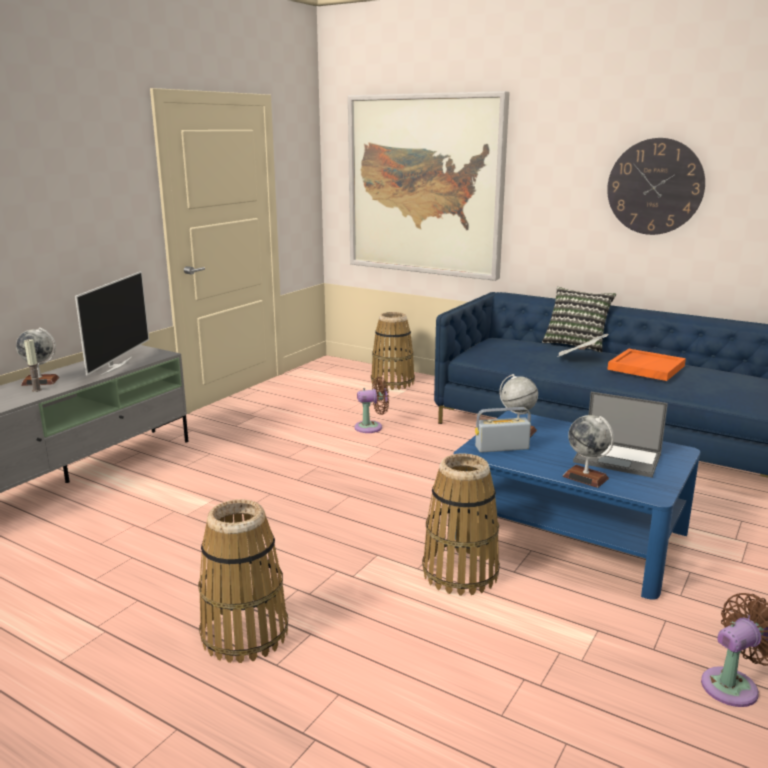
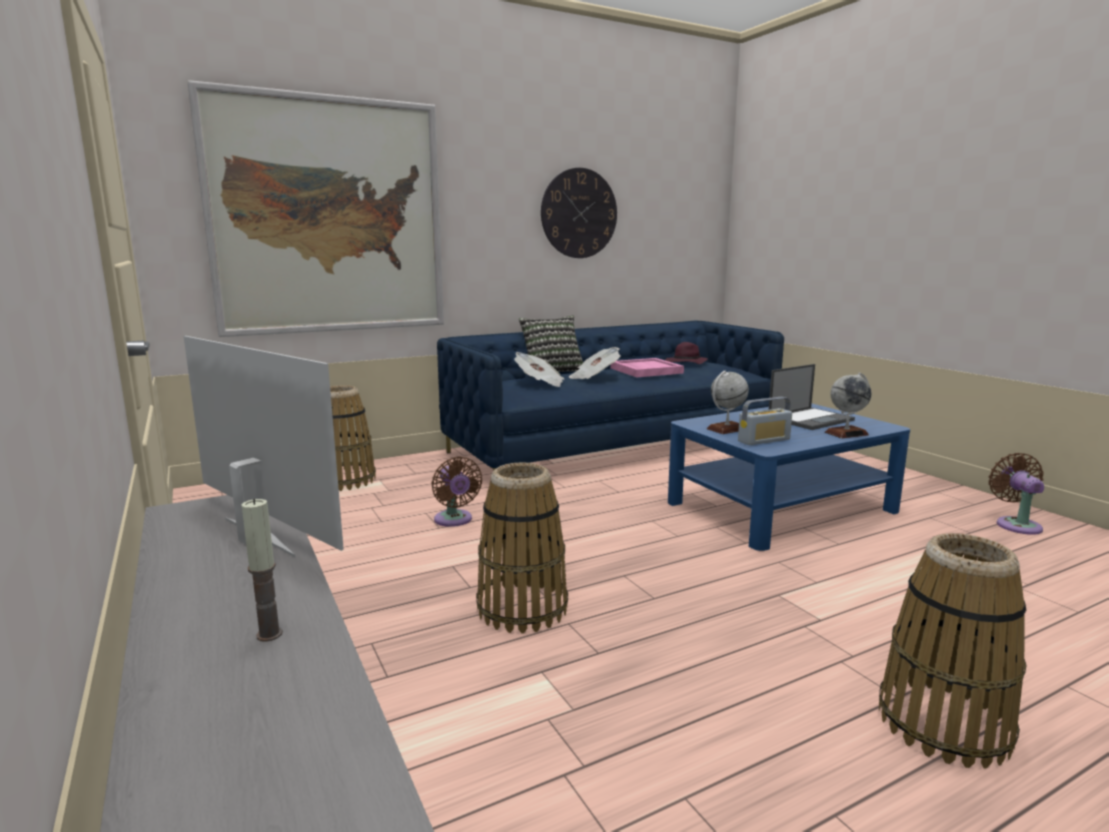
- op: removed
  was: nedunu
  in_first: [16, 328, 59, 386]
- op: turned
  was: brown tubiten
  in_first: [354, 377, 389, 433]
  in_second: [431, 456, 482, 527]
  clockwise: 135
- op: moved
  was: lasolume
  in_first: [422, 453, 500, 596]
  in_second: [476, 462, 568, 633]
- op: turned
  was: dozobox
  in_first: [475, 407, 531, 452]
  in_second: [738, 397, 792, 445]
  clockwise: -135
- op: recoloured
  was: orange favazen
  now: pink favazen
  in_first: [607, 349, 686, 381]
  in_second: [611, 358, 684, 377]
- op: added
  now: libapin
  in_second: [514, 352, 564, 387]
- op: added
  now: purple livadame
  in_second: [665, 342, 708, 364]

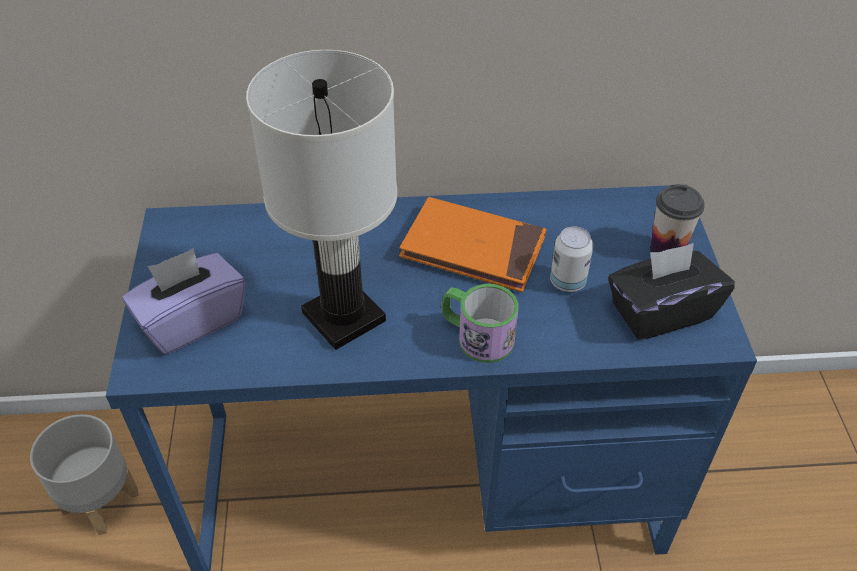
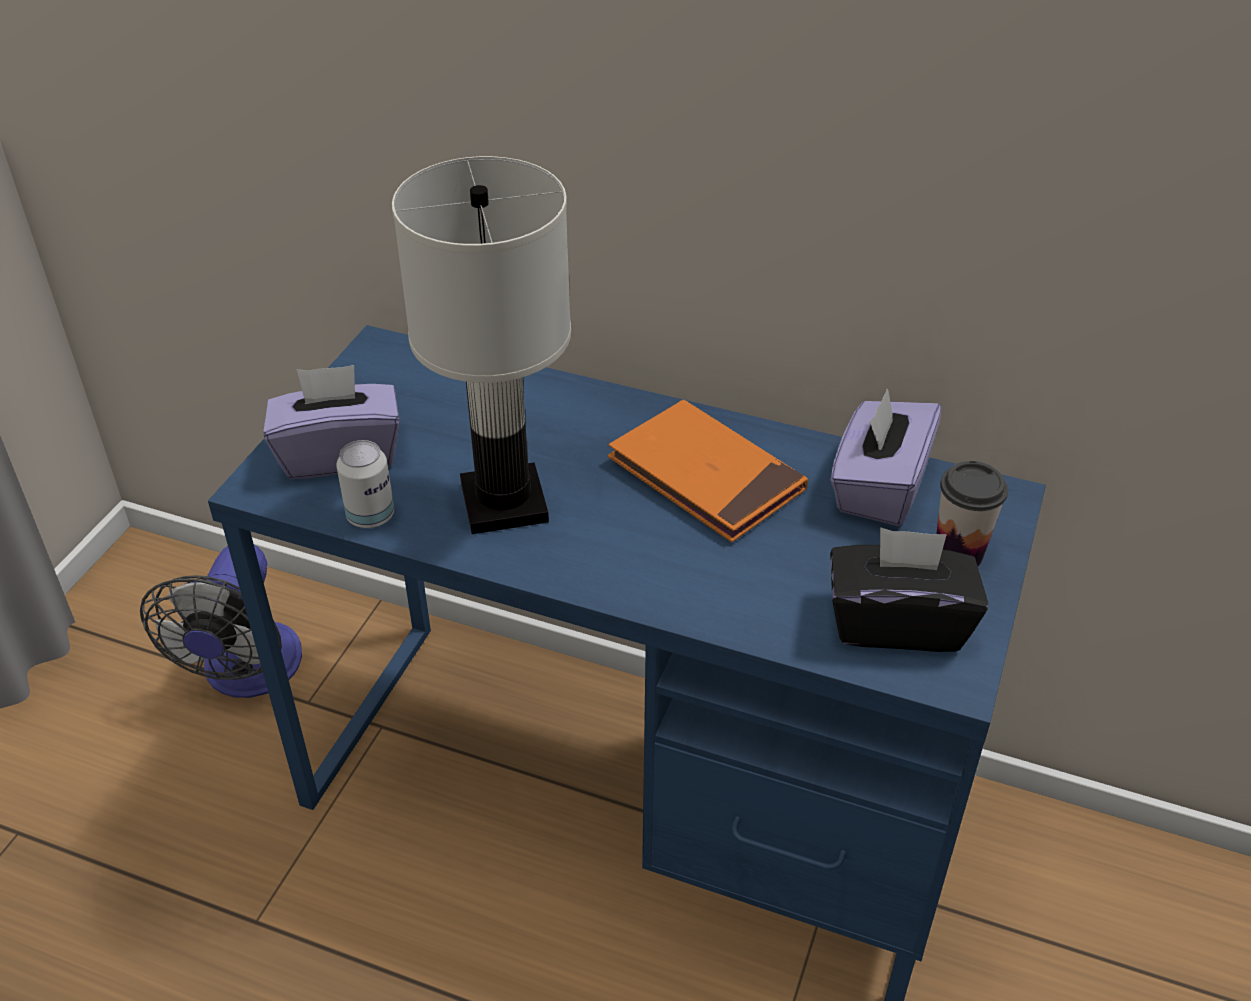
- op: replaced
  was: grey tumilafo
  now: tubiten
  in_first: [30, 414, 139, 535]
  in_second: [140, 545, 302, 698]
- op: removed
  was: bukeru
  in_first: [441, 284, 518, 363]
- op: moved
  was: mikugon
  in_first: [550, 226, 593, 292]
  in_second: [336, 440, 394, 528]
- op: added
  now: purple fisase
  in_second: [830, 388, 941, 526]

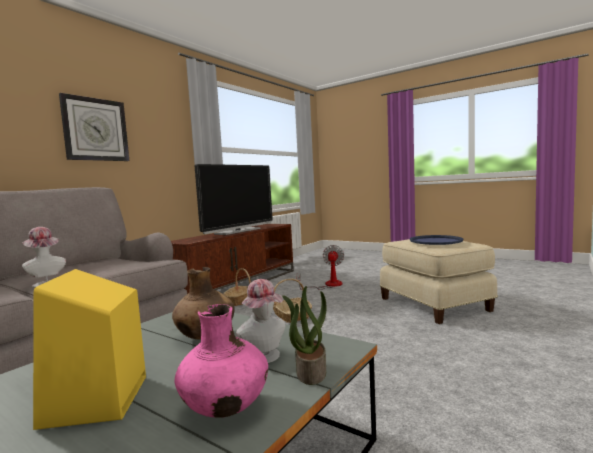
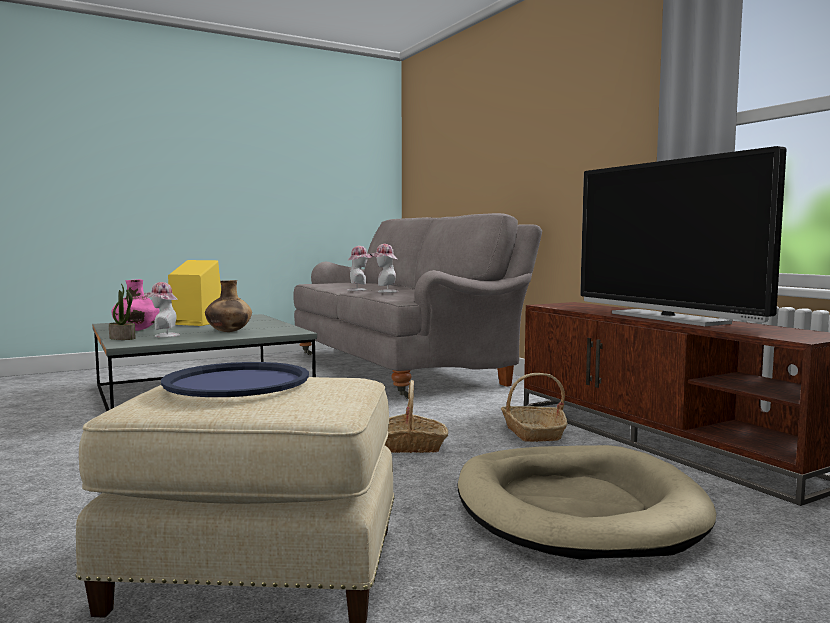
- op: removed
  was: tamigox
  in_first: [59, 93, 129, 161]
- op: replaced
  was: tubiten
  now: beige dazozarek
  in_first: [296, 245, 344, 290]
  in_second: [458, 445, 716, 560]
- op: added
  now: livadame
  in_second: [370, 244, 399, 293]

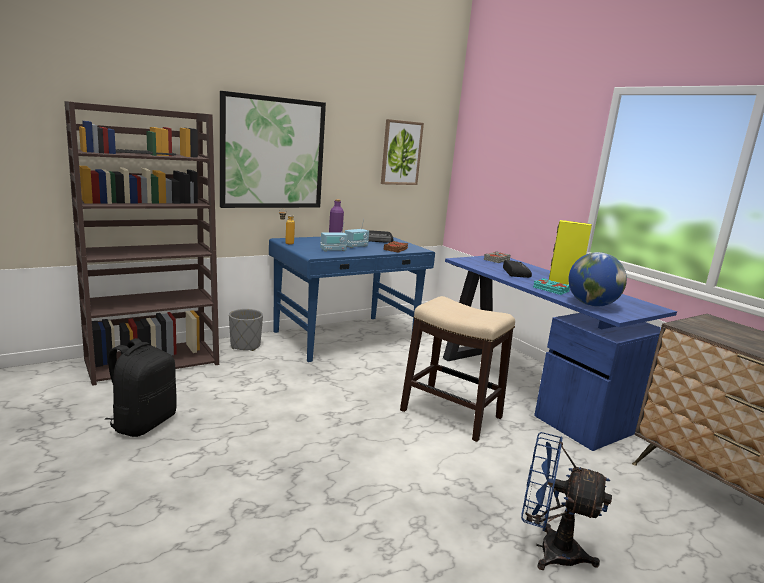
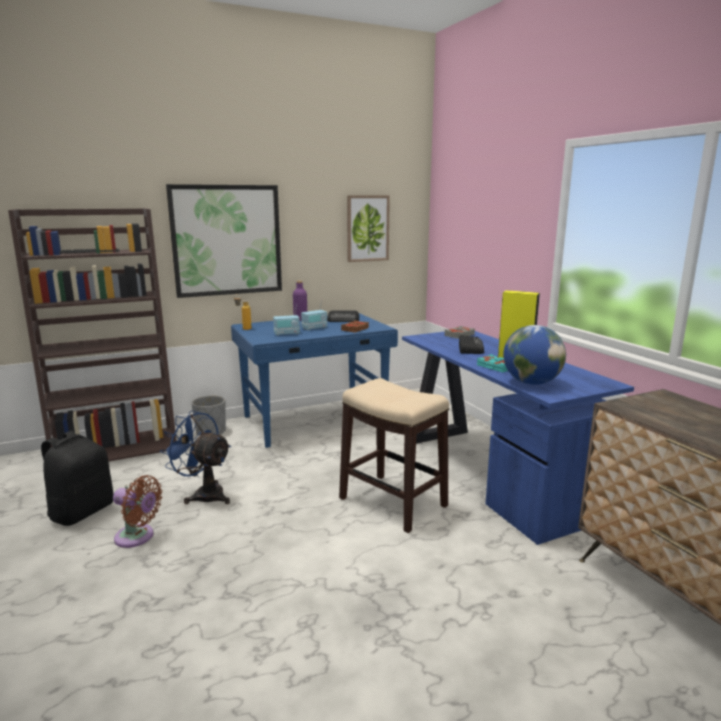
- op: moved
  was: blue tubiten
  in_first: [521, 432, 612, 570]
  in_second: [160, 410, 231, 504]
- op: added
  now: brown tubiten
  in_second: [113, 475, 162, 548]

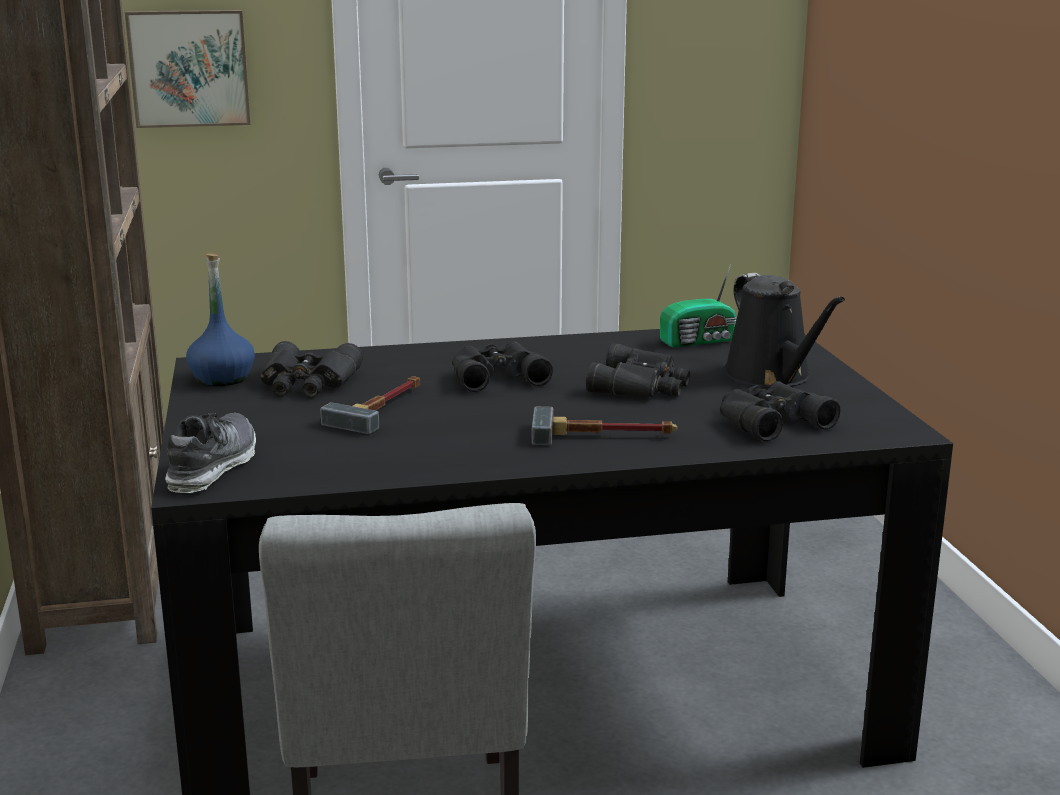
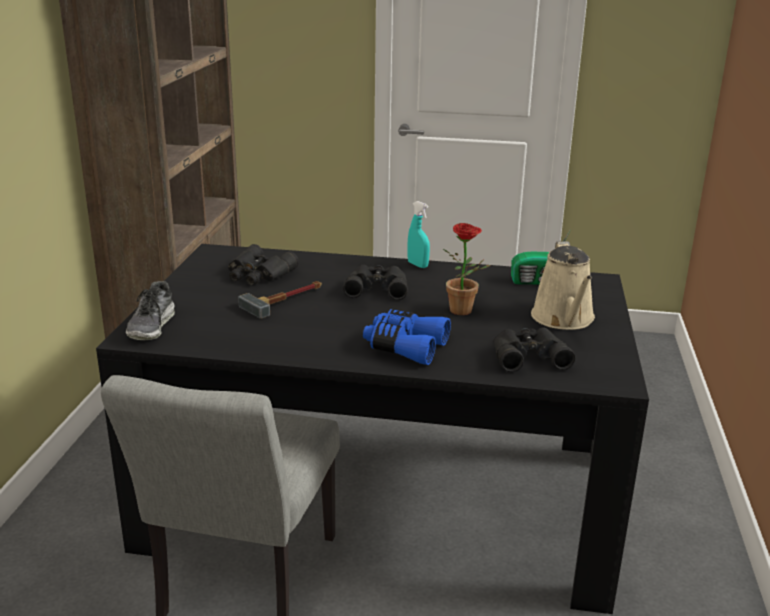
- op: removed
  was: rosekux
  in_first: [125, 10, 250, 128]
- op: turned
  was: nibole
  in_first: [165, 413, 256, 493]
  in_second: [126, 281, 175, 340]
  clockwise: 150
- op: removed
  was: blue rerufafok
  in_first: [186, 254, 255, 386]
- op: replaced
  was: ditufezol
  now: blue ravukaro
  in_first: [532, 407, 677, 445]
  in_second: [363, 309, 451, 365]
- op: replaced
  was: black ravukaro
  now: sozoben
  in_first: [586, 343, 690, 397]
  in_second: [443, 223, 490, 315]
- op: recoloured
  was: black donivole
  now: beige donivole
  in_first: [724, 273, 845, 388]
  in_second: [531, 241, 595, 330]
- op: added
  now: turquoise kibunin
  in_second: [407, 201, 430, 268]

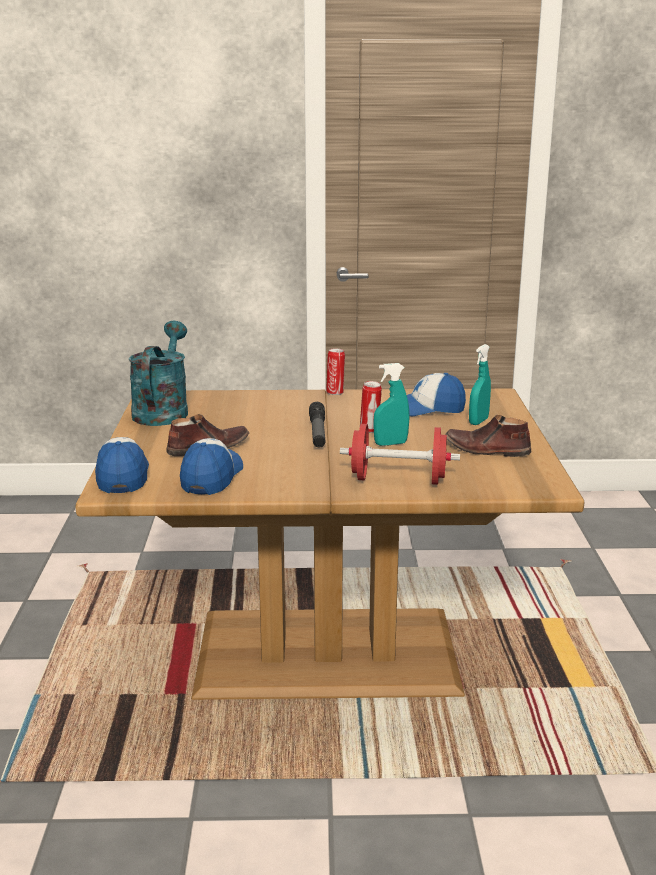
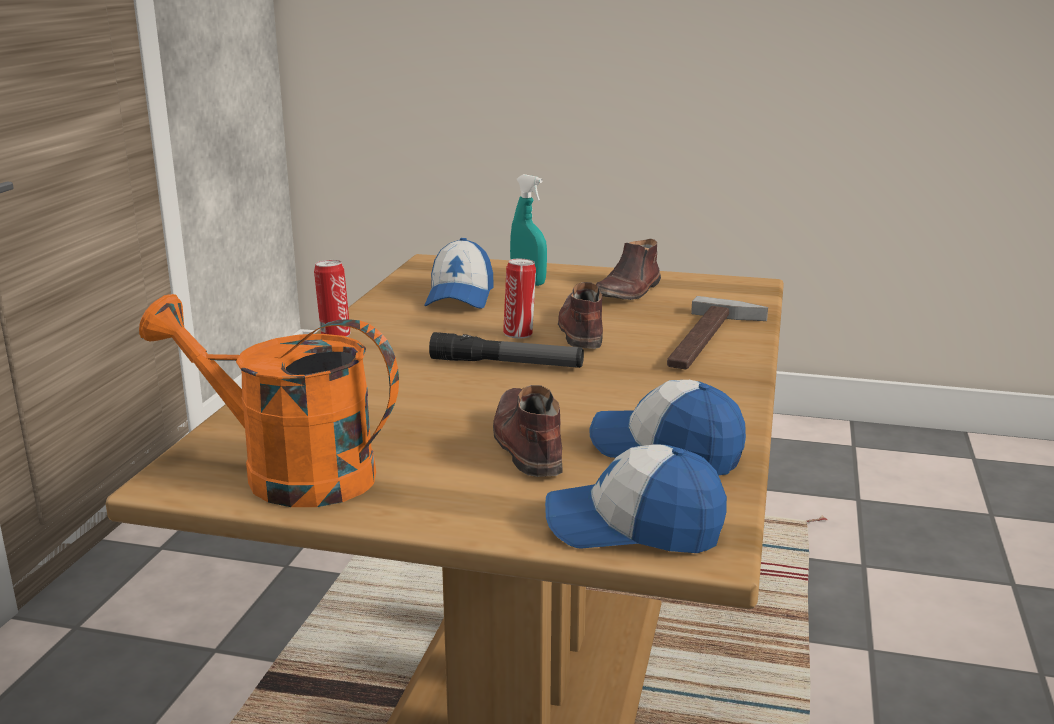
- op: recoloured
  was: turquoise donivole
  now: orange donivole
  in_first: [129, 321, 188, 426]
  in_second: [139, 294, 399, 507]
- op: replaced
  was: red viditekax
  now: ditufezol
  in_first: [340, 424, 460, 485]
  in_second: [667, 296, 768, 369]
- op: replaced
  was: turquoise kibunin
  now: brown nibole
  in_first: [373, 363, 409, 446]
  in_second: [558, 282, 603, 349]

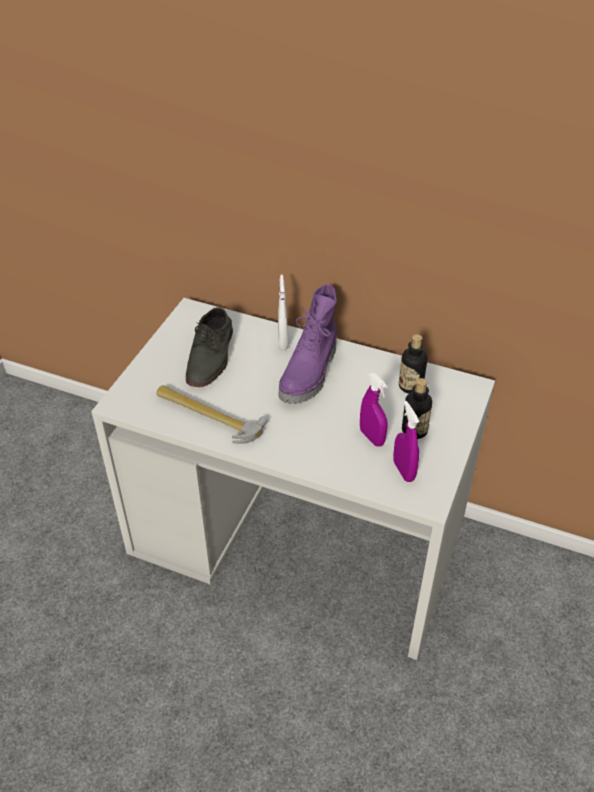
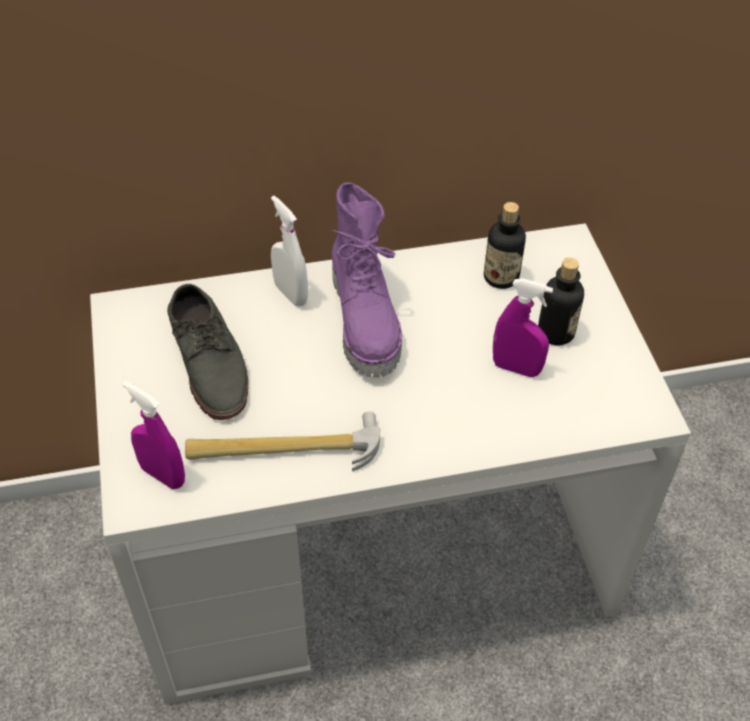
- op: moved
  was: purple kibunin
  in_first: [393, 401, 419, 482]
  in_second: [122, 381, 185, 489]

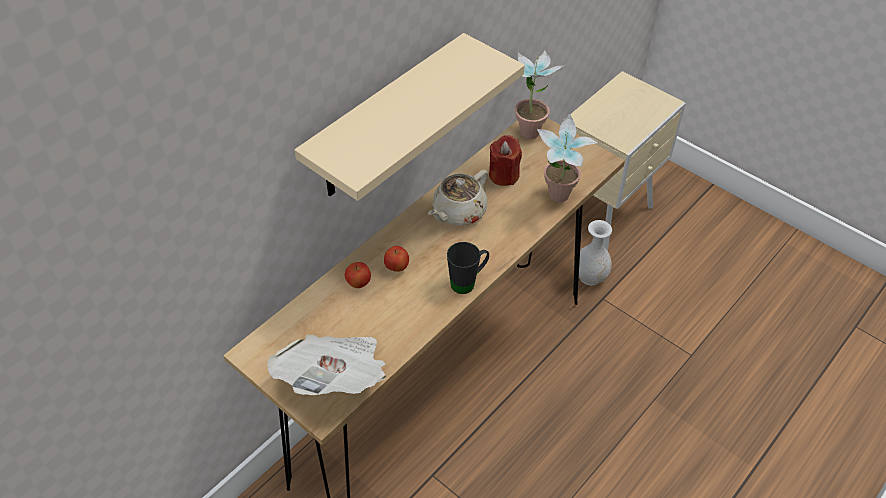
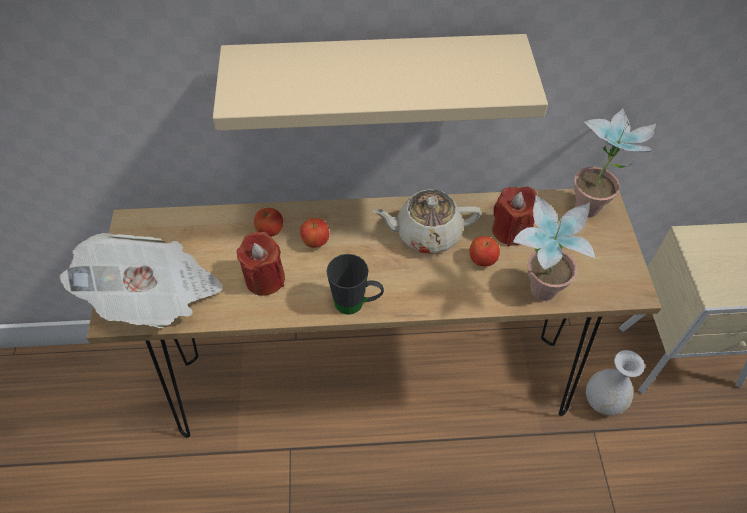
- op: added
  now: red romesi
  in_second: [236, 232, 285, 296]
- op: added
  now: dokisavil
  in_second: [469, 236, 500, 266]

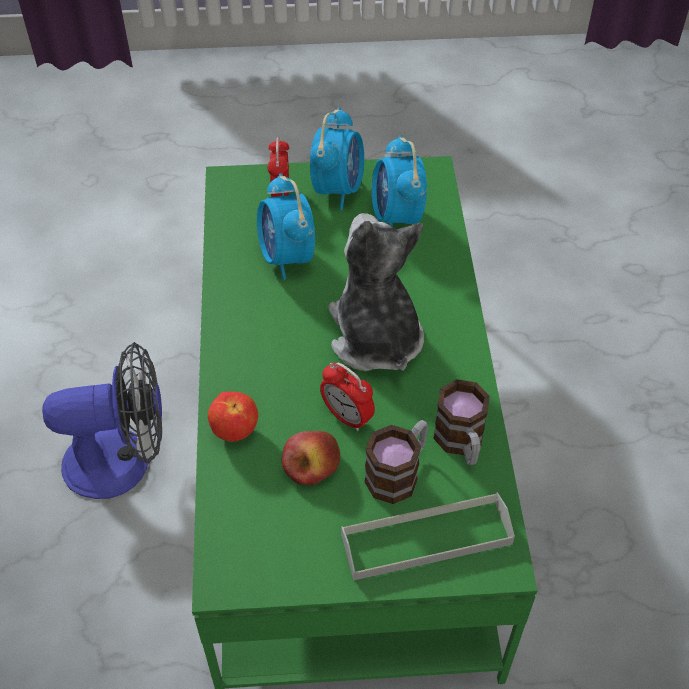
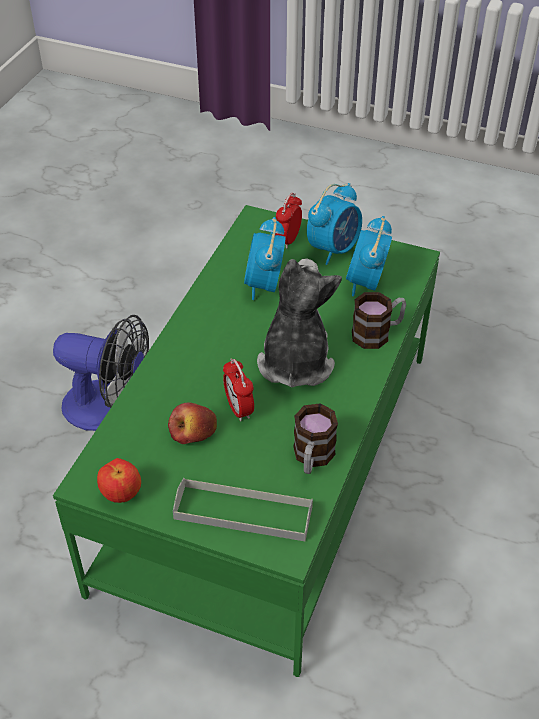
- op: moved
  was: dokisavil
  in_first: [208, 392, 258, 442]
  in_second: [97, 458, 141, 503]
- op: moved
  was: bukeru
  in_first: [364, 420, 428, 504]
  in_second: [352, 292, 406, 349]

